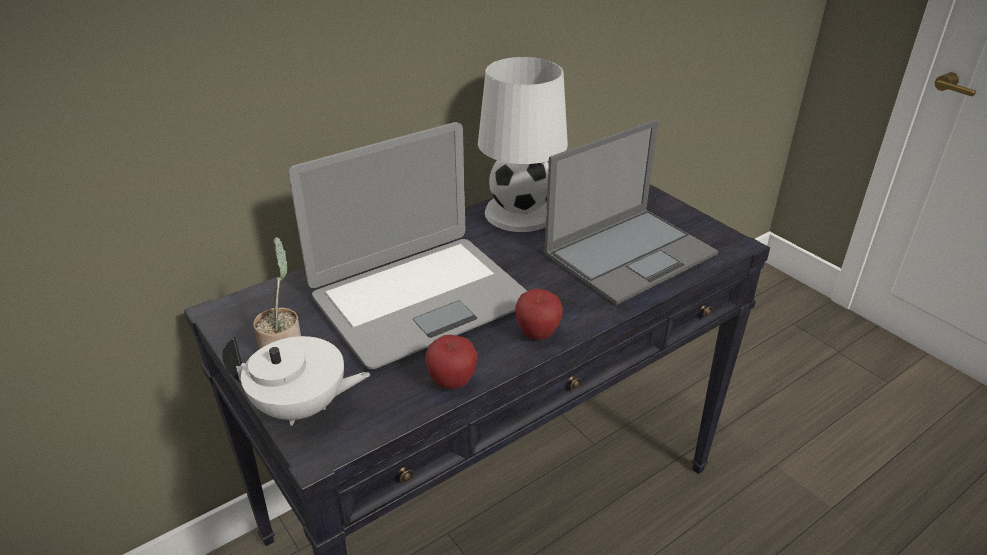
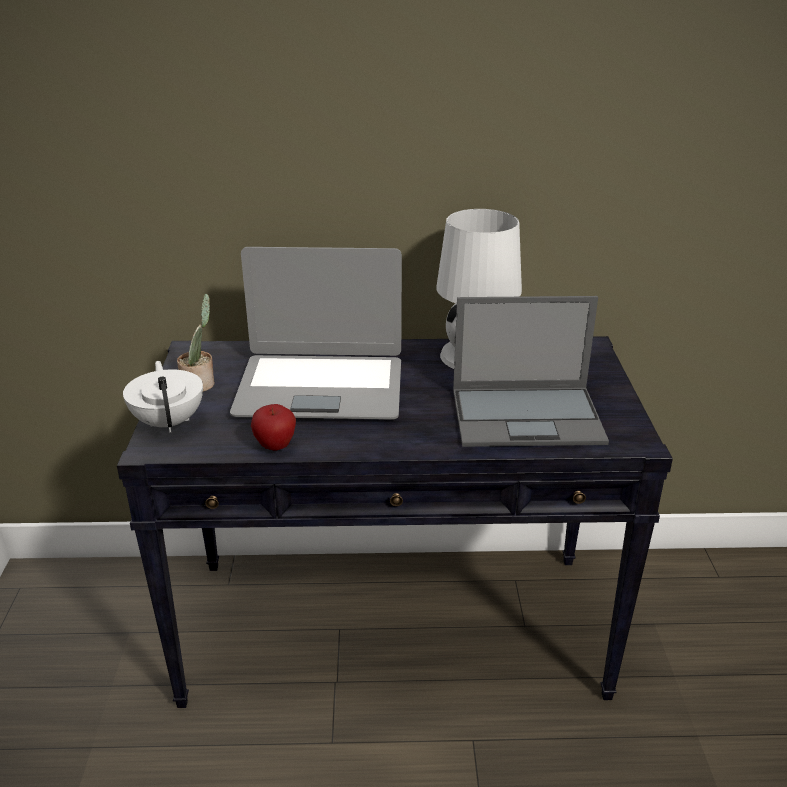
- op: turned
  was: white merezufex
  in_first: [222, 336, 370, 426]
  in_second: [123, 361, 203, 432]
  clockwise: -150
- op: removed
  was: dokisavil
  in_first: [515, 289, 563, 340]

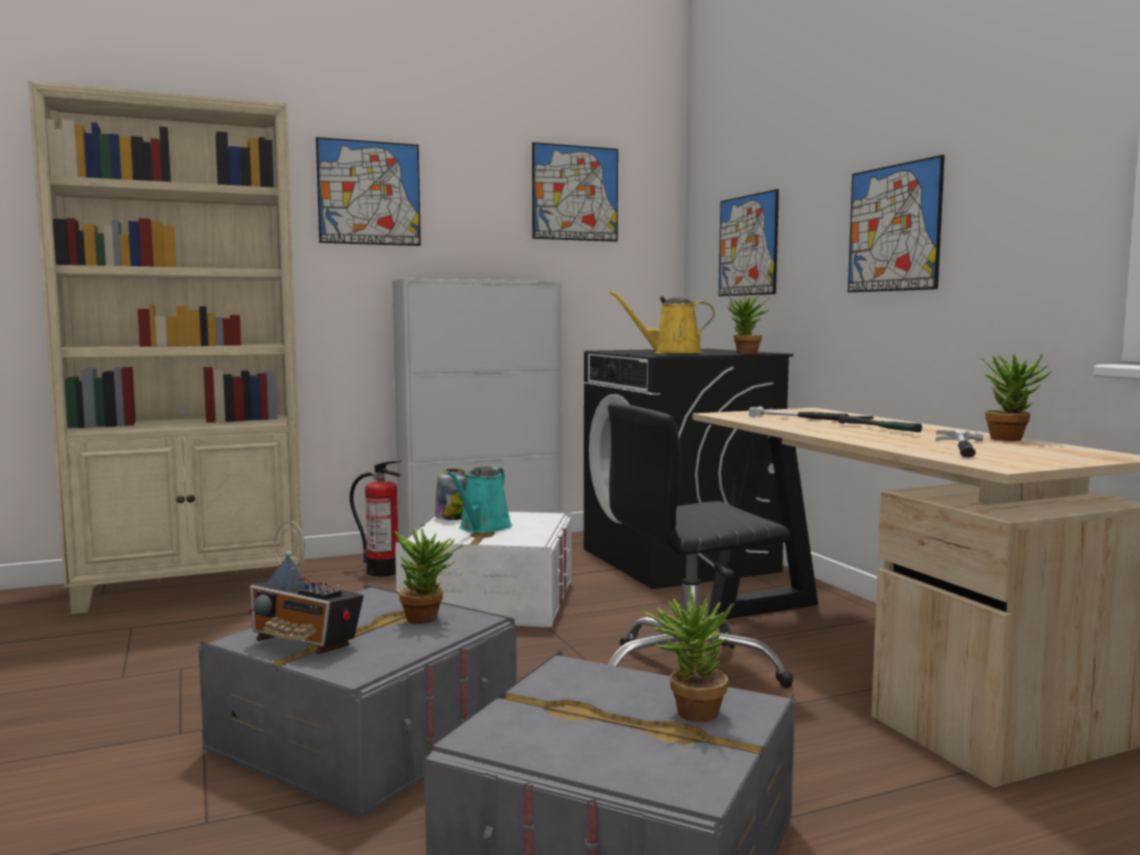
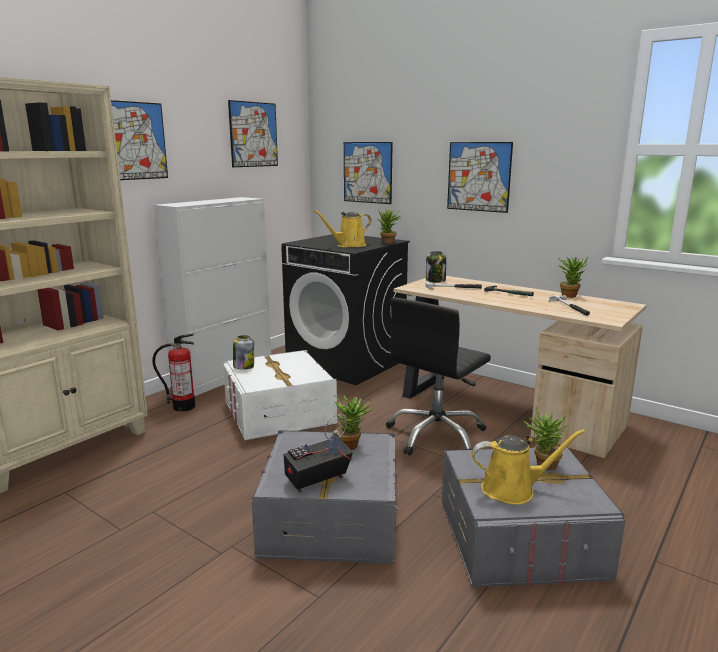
- op: turned
  was: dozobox
  in_first: [249, 521, 364, 654]
  in_second: [283, 414, 353, 492]
  clockwise: 150
- op: removed
  was: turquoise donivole
  in_first: [447, 466, 512, 533]
- op: added
  now: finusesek
  in_second: [426, 251, 446, 283]
- op: added
  now: yellow donivole
  in_second: [472, 429, 585, 505]

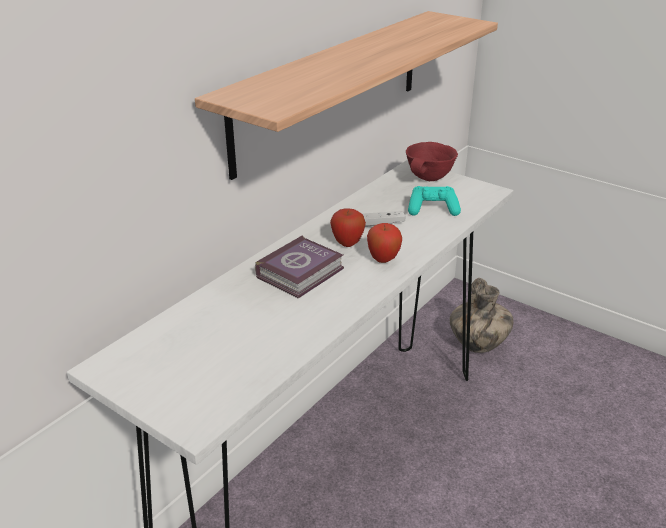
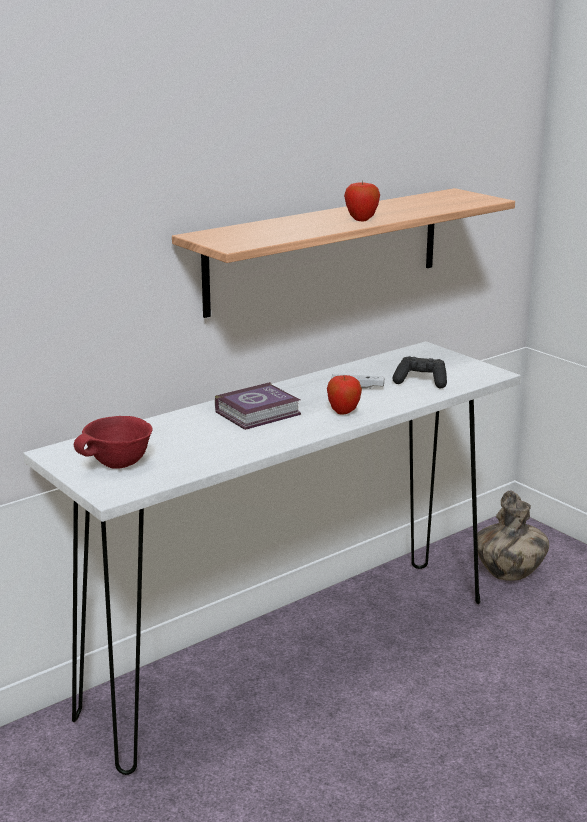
- op: moved
  was: dokisavil
  in_first: [330, 209, 366, 247]
  in_second: [344, 180, 380, 221]
- op: moved
  was: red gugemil
  in_first: [406, 142, 458, 181]
  in_second: [74, 416, 153, 469]
- op: recoloured
  was: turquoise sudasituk
  now: black sudasituk
  in_first: [408, 186, 461, 216]
  in_second: [392, 356, 447, 388]

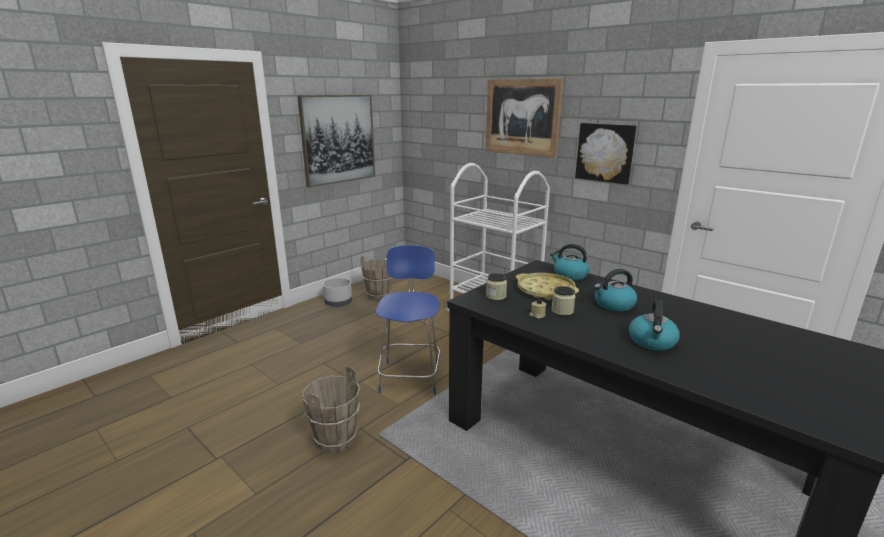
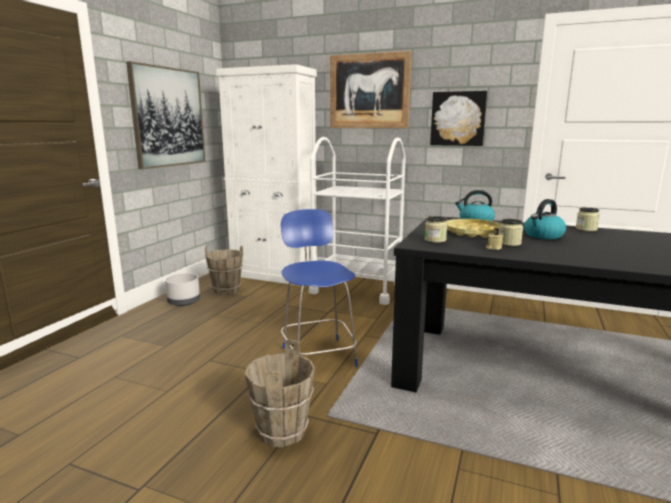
- op: removed
  was: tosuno
  in_first: [629, 299, 680, 351]
- op: added
  now: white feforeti
  in_second: [216, 64, 317, 286]
- op: added
  now: finusesek
  in_second: [576, 207, 600, 231]

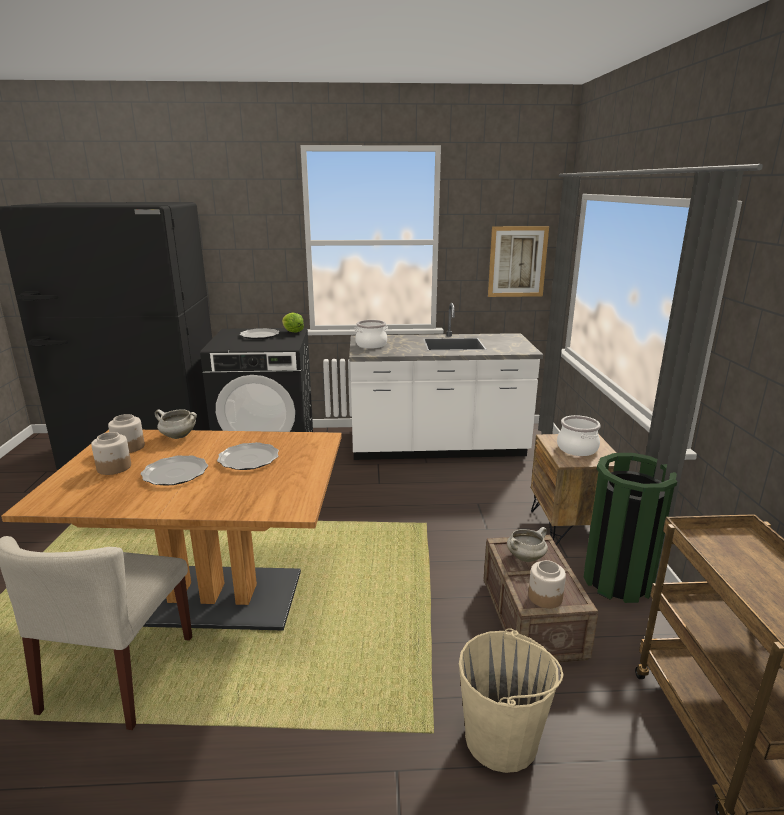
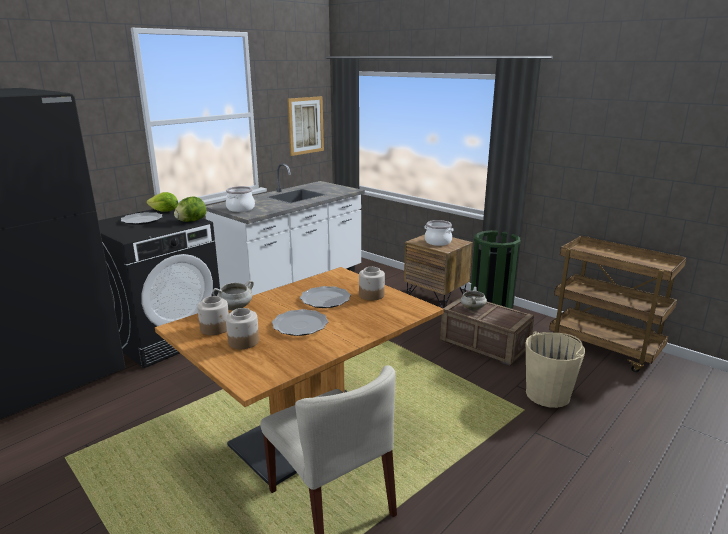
- op: moved
  was: finusesek
  in_first: [528, 560, 566, 608]
  in_second: [359, 267, 385, 300]
- op: added
  now: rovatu
  in_second: [174, 196, 207, 222]

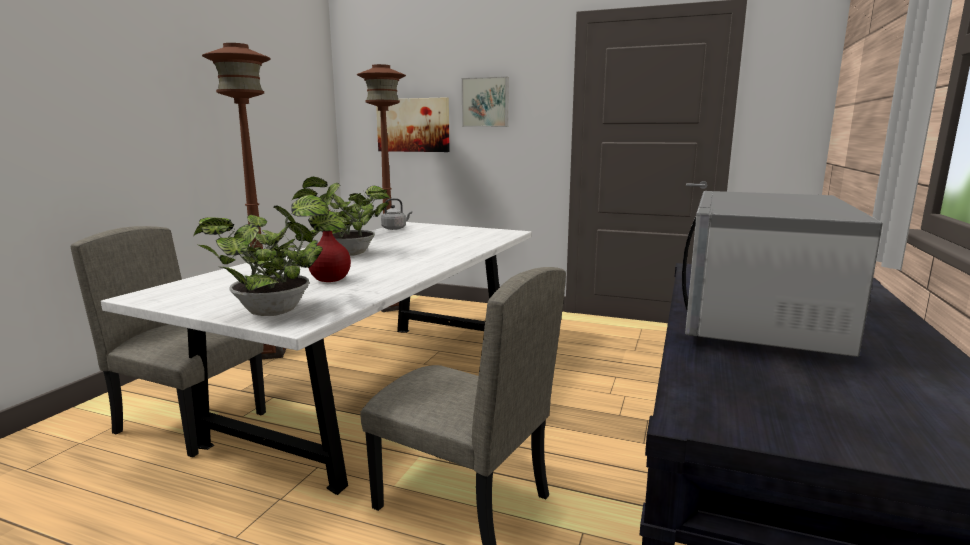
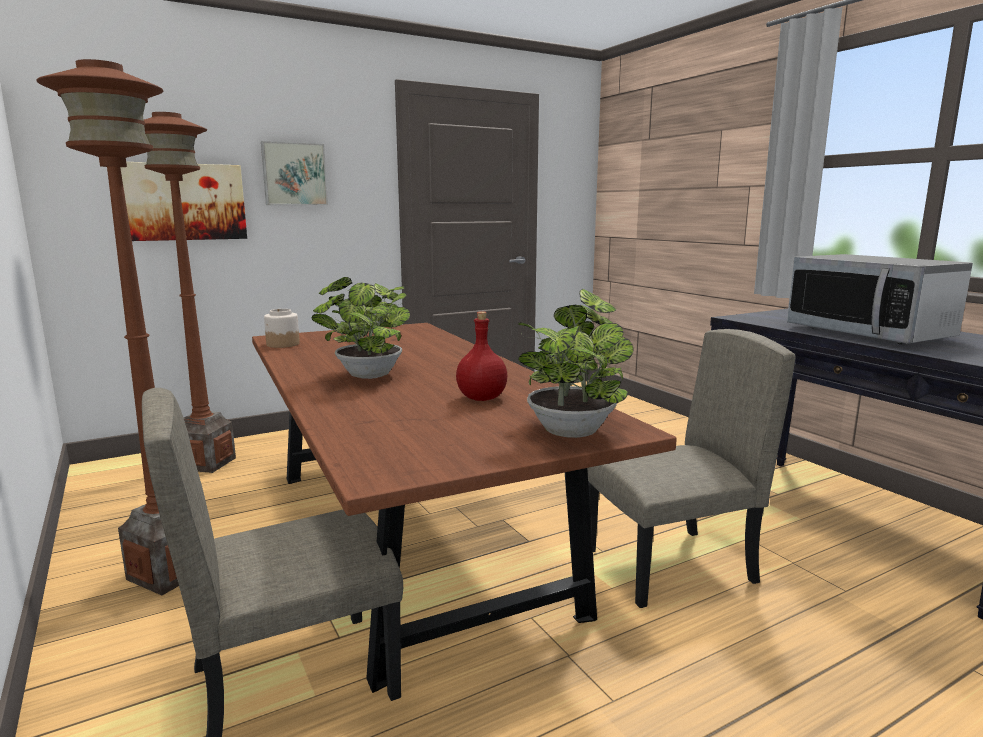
- op: recoloured
  was: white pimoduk
  now: brown pimoduk
  in_first: [101, 222, 532, 495]
  in_second: [252, 323, 677, 693]
- op: replaced
  was: grey tosuno
  now: finusesek
  in_first: [381, 198, 412, 230]
  in_second: [264, 309, 300, 348]

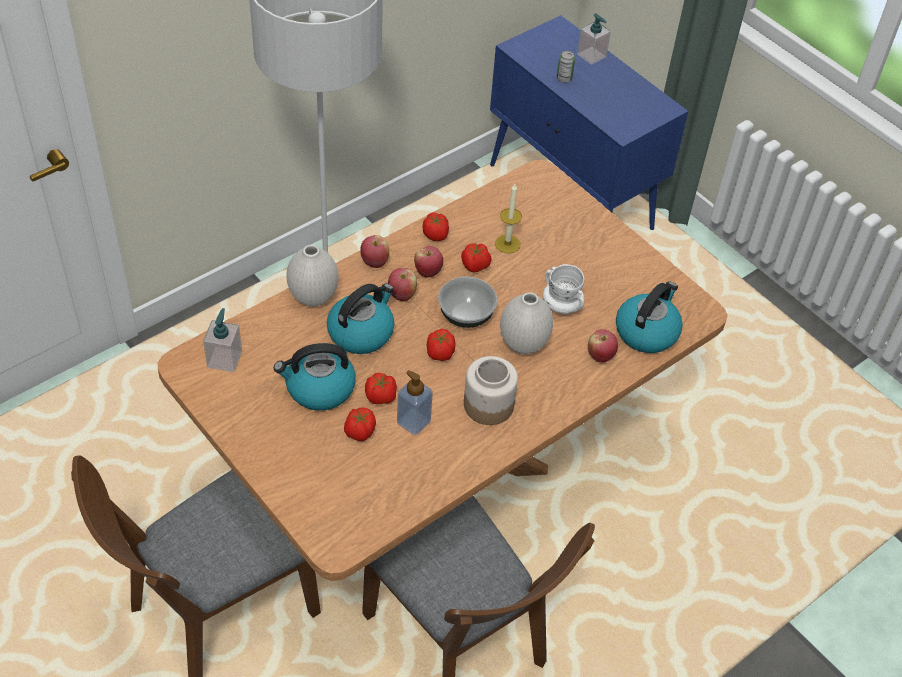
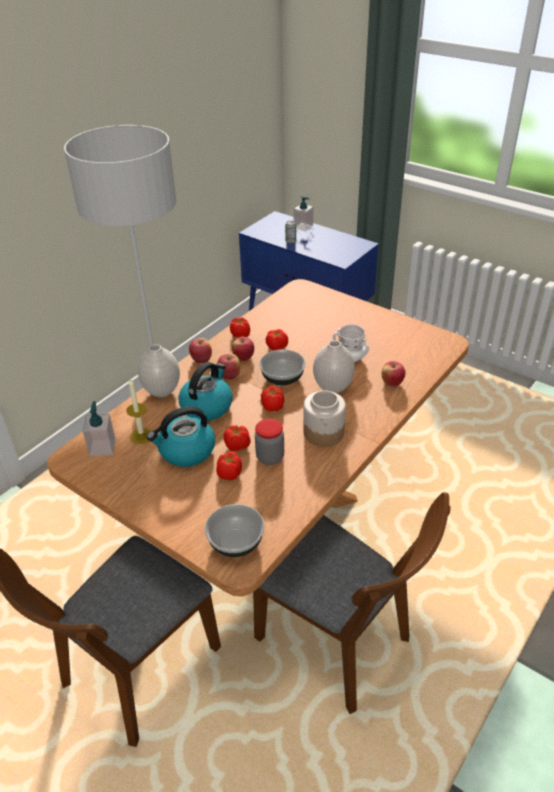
- op: replaced
  was: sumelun
  now: finusesek
  in_first: [397, 370, 433, 435]
  in_second: [255, 419, 284, 465]
- op: moved
  was: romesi
  in_first: [495, 184, 522, 253]
  in_second: [126, 379, 151, 444]
- op: removed
  was: tosuno
  in_first: [616, 282, 683, 353]
- op: added
  now: gugemil
  in_second: [205, 504, 265, 557]

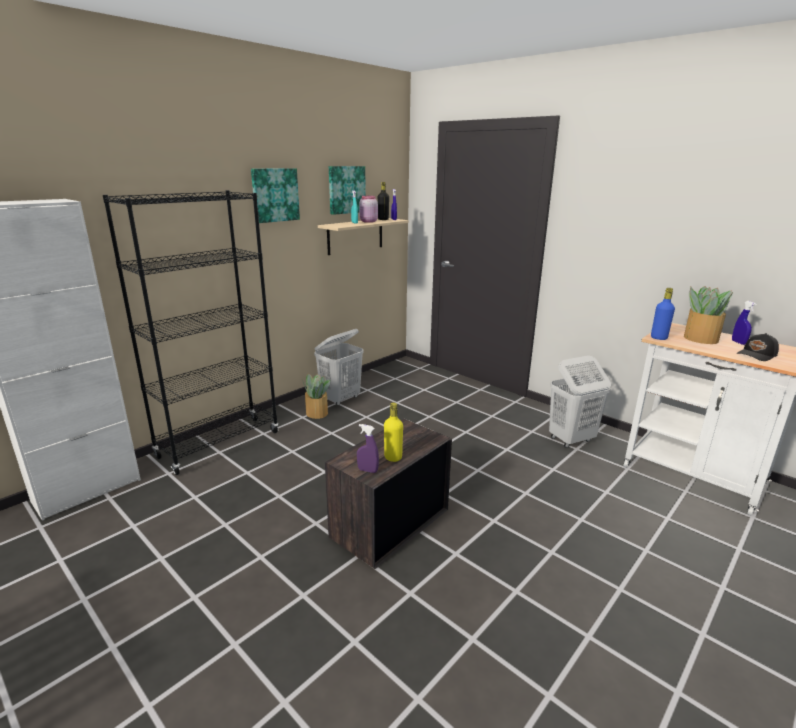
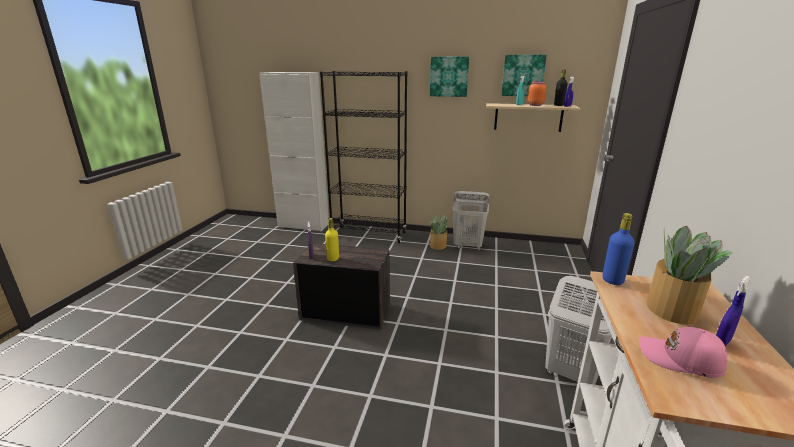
- op: recoloured
  was: pink finusesek
  now: orange finusesek
  in_first: [359, 196, 378, 223]
  in_second: [527, 81, 547, 106]
- op: recoloured
  was: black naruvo
  now: pink naruvo
  in_first: [737, 333, 779, 361]
  in_second: [639, 327, 727, 378]

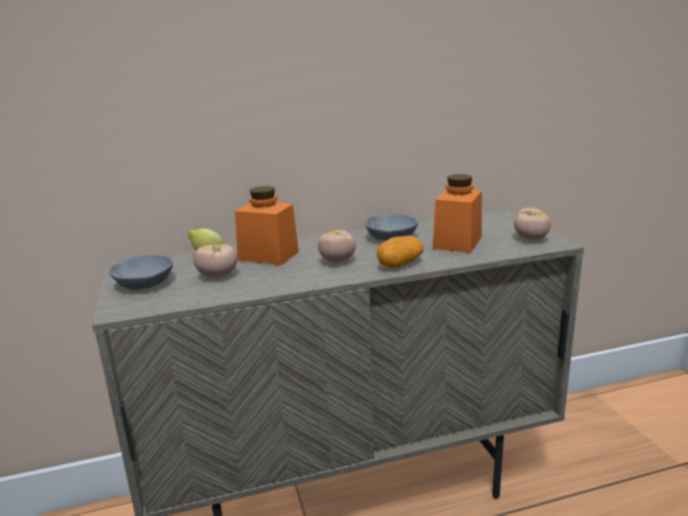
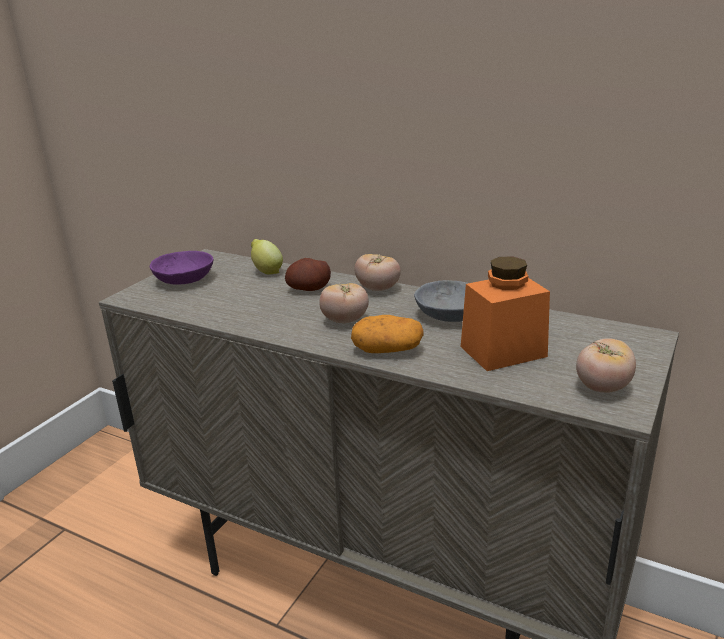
- op: recoloured
  was: grey gugemil
  now: purple gugemil
  in_first: [109, 255, 173, 290]
  in_second: [150, 251, 213, 285]
- op: moved
  was: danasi
  in_first: [194, 244, 237, 278]
  in_second: [354, 254, 401, 291]
- op: replaced
  was: orange finusesek
  now: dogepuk
  in_first: [235, 186, 299, 265]
  in_second: [285, 258, 331, 291]

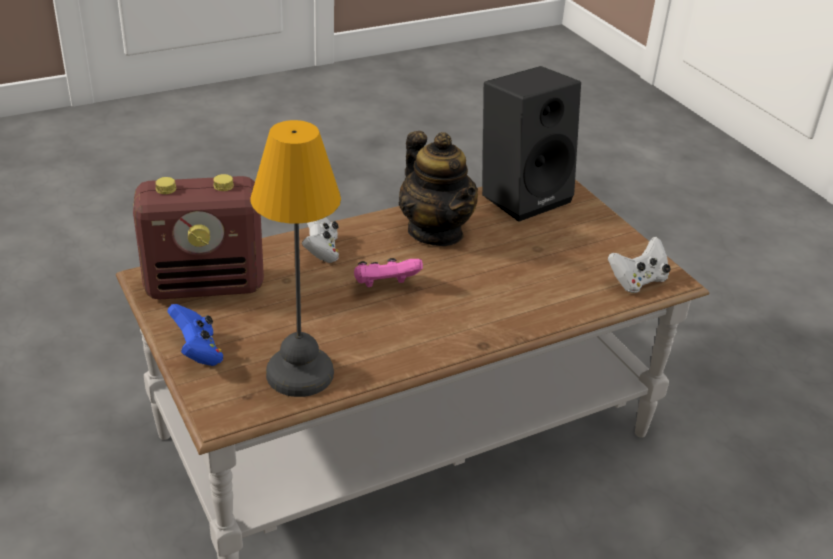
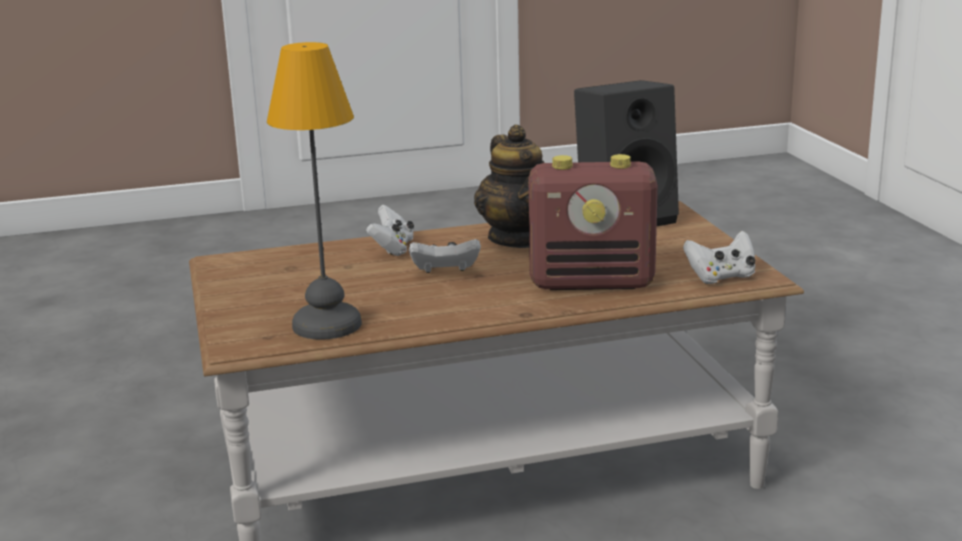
- op: moved
  was: dozobox
  in_first: [133, 174, 264, 300]
  in_second: [528, 154, 658, 290]
- op: removed
  was: blue sudasituk
  in_first: [167, 304, 223, 366]
- op: recoloured
  was: pink sudasituk
  now: white sudasituk
  in_first: [354, 258, 423, 287]
  in_second: [409, 239, 481, 273]

